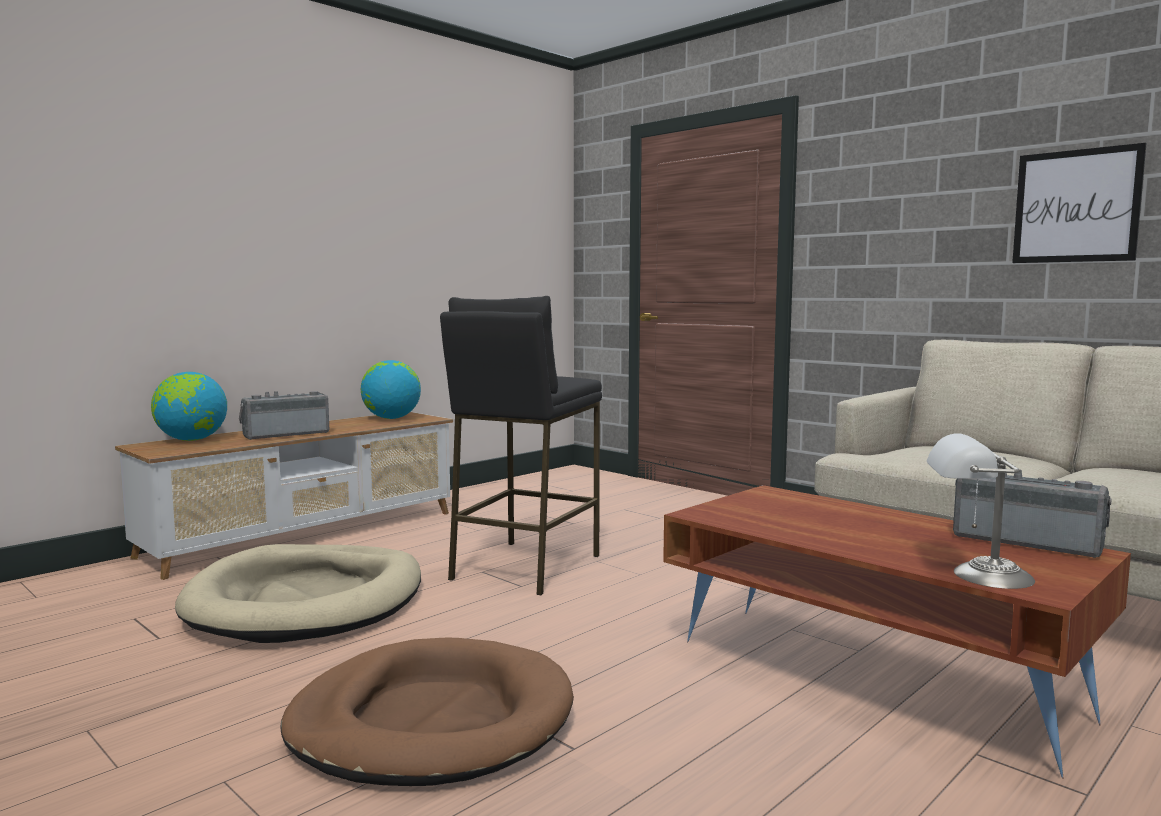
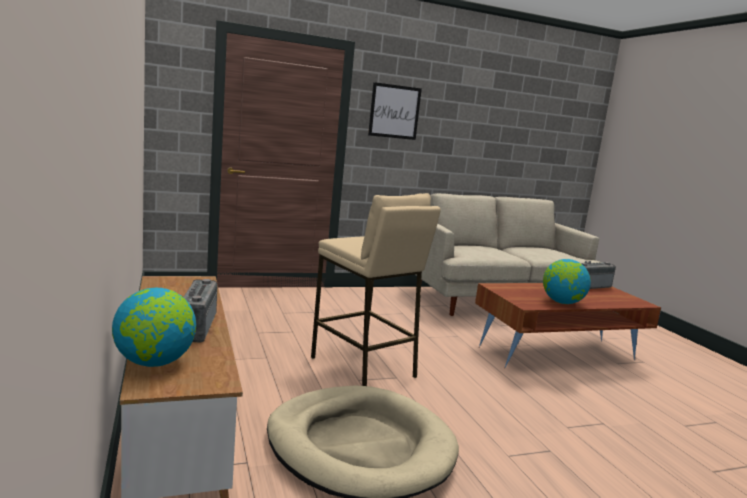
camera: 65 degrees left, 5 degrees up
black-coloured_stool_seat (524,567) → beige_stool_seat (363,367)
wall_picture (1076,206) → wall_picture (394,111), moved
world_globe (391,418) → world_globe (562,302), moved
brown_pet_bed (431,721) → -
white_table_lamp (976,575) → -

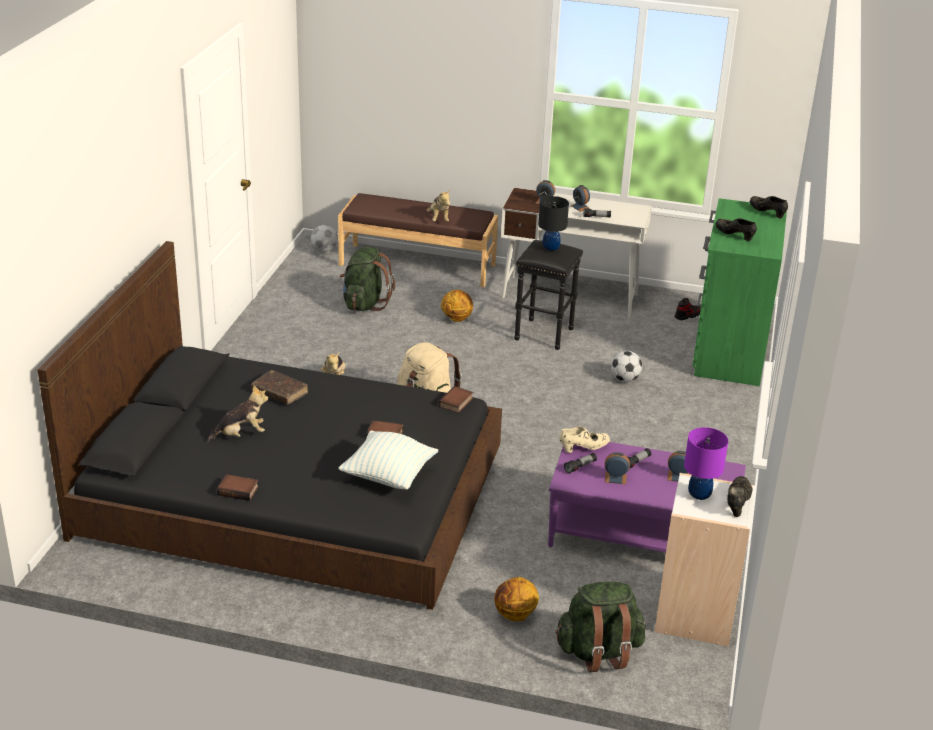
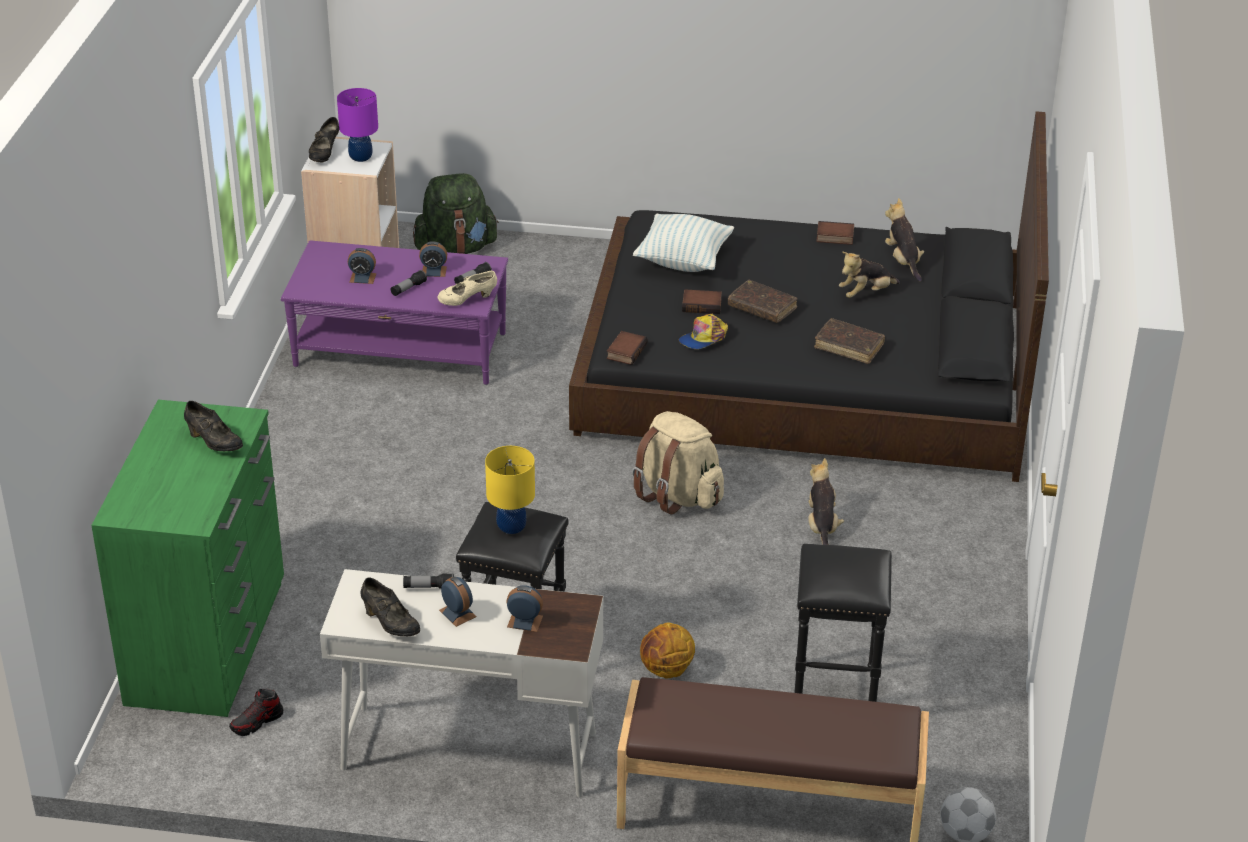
camera: 175 degrees right, 5 degrees up
black-coloured_low_shoe (767,213) → black-coloured_low_shoe (390,624), moved
black-coloured_table_lamp (551,248) → yellow_table_lamp (510,528)
- → cap (704,338)
- → brown_bound_book (762,308)
green-coloured_backpack (364,304) → black-coloured_stool_seat (832,689)
soft_toy (439,219) → soft_toy (903,261), moved
ball_for_basketball (515,615) → -
football_ball (624,379) → -

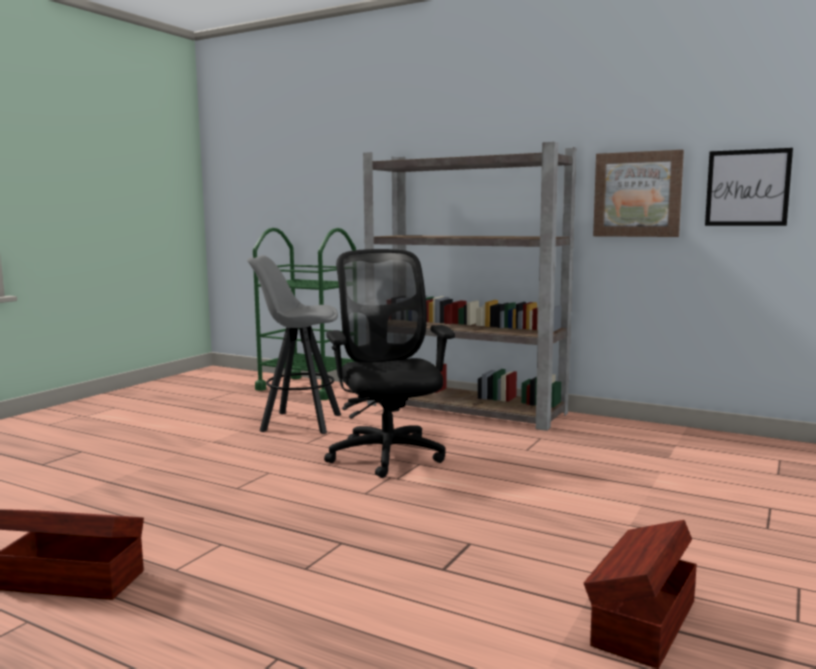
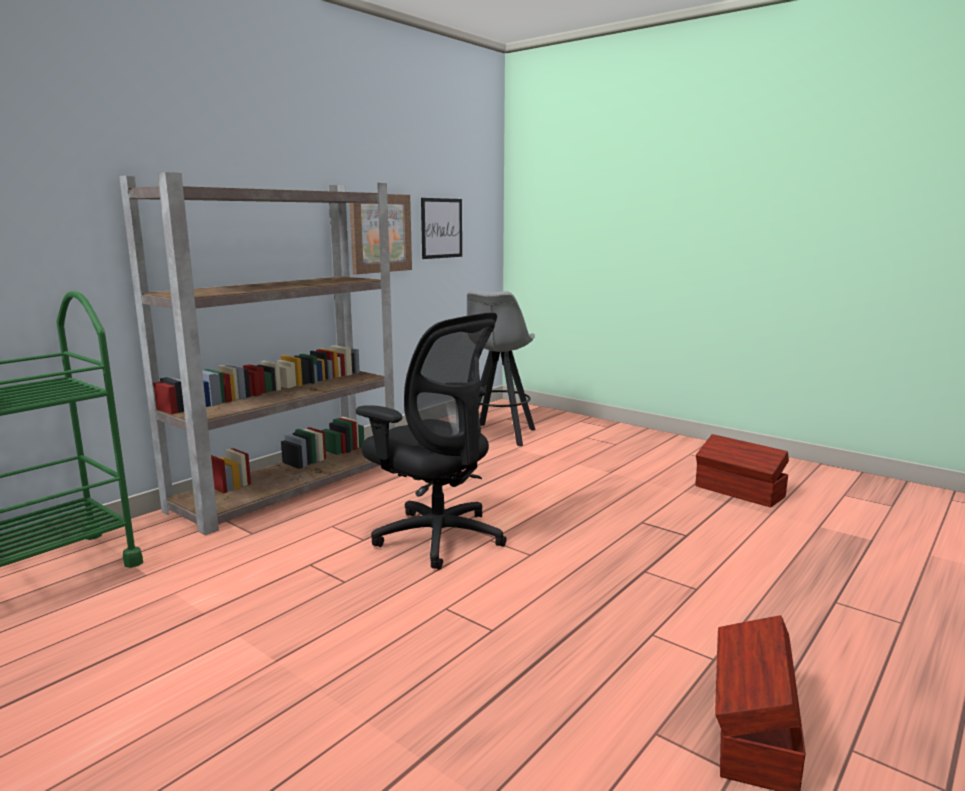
camera: 80 degrees left, 5 degrees up
black-coloured_computer_chair (389,458) → black-coloured_computer_chair (432,536), 135 degrees counterclockwise
grey_stool_seat (299,422) → grey_stool_seat (498,435), moved

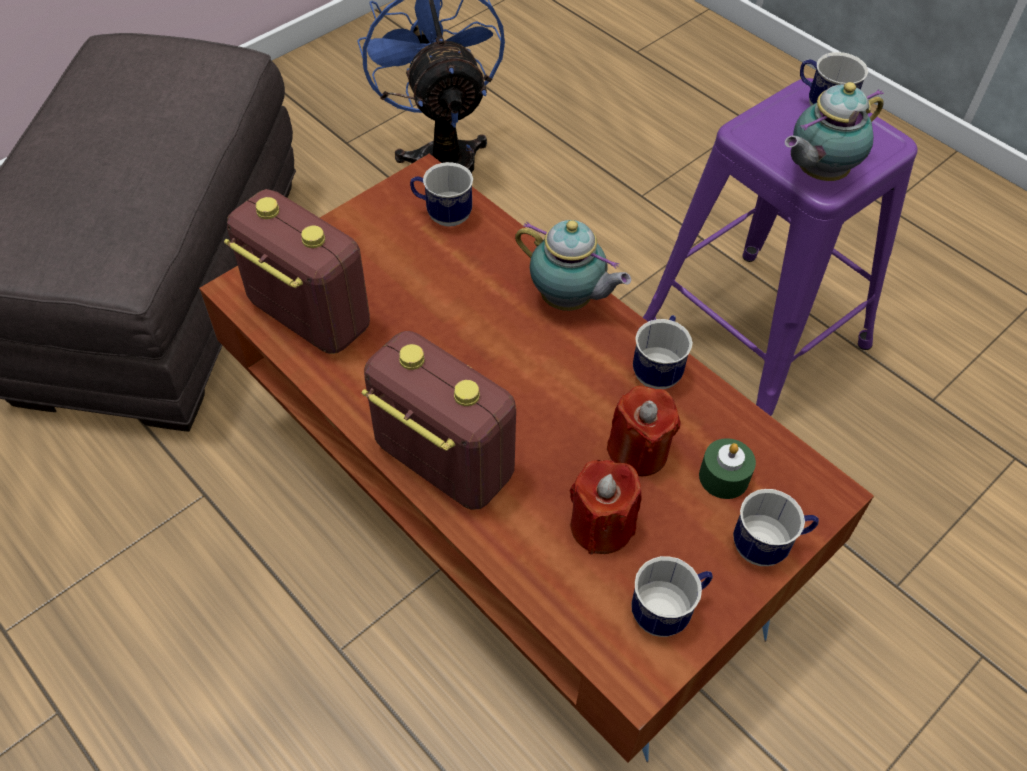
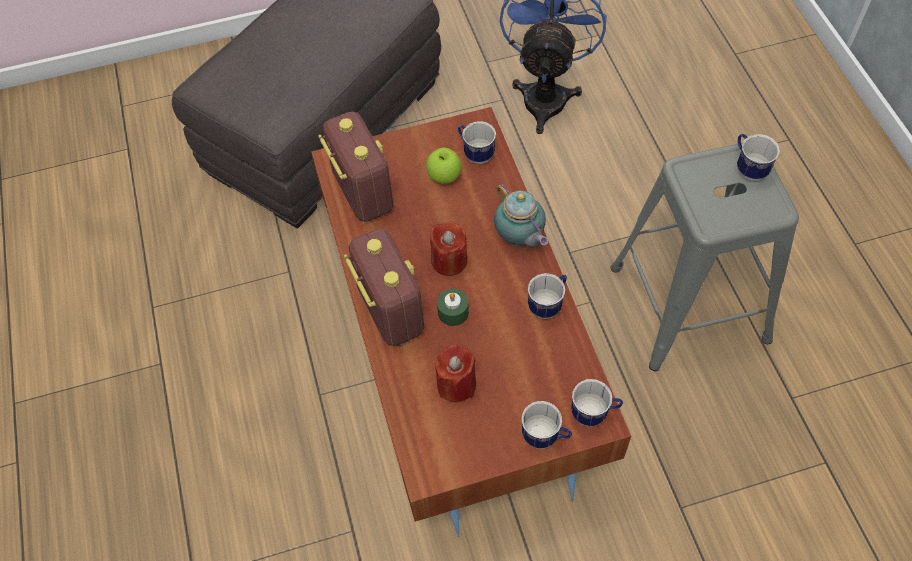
camera: 30 degrees right, 5 degrees up
- → apple (444,177)
red_wax_candle (638,451) → red_wax_candle (449,260), moved
green-coloured_wax_candle (723,477) → green-coloured_wax_candle (453,312), moved
tea_mug (667,611) → tea_mug (594,413), moved
purple_stool_seat (754,336) → grey_stool_seat (689,303)
teapot (817,173) → -

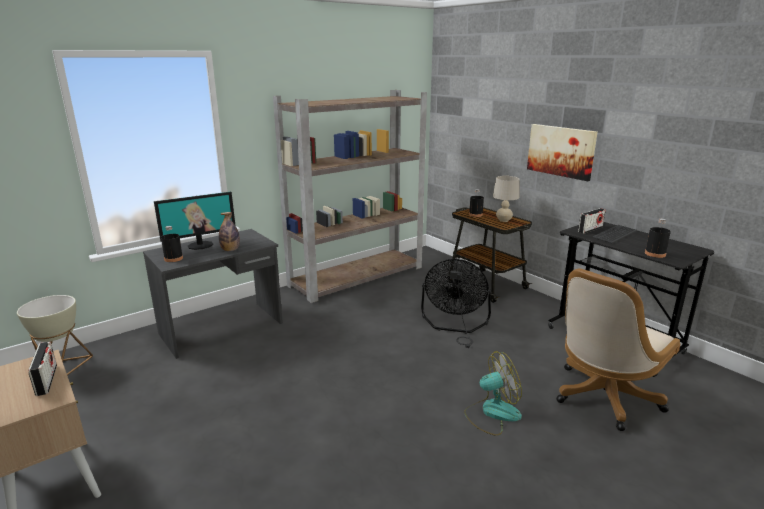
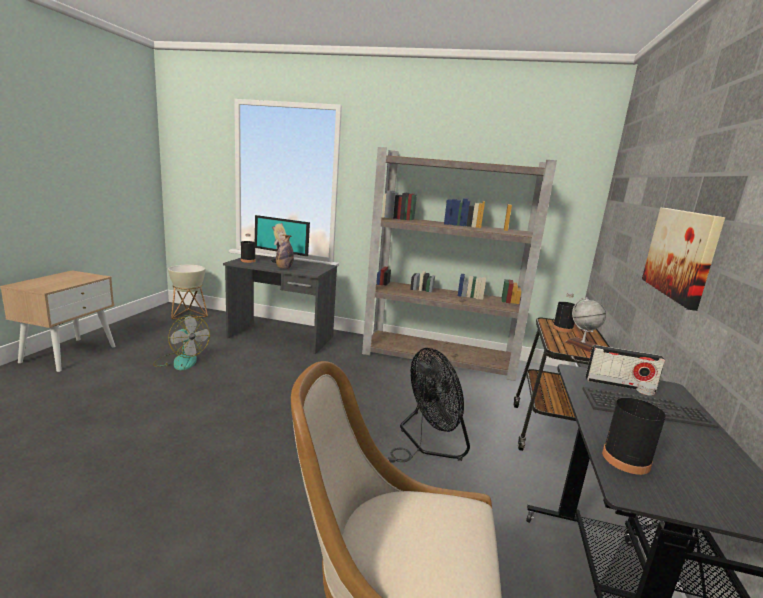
camera: 50 degrees right, 5 degrees down
fan (492,413) → fan (181,360), moved
beige_table_lamp (503,220) → world_globe (582,345)
radio_receiver (46,380) → -

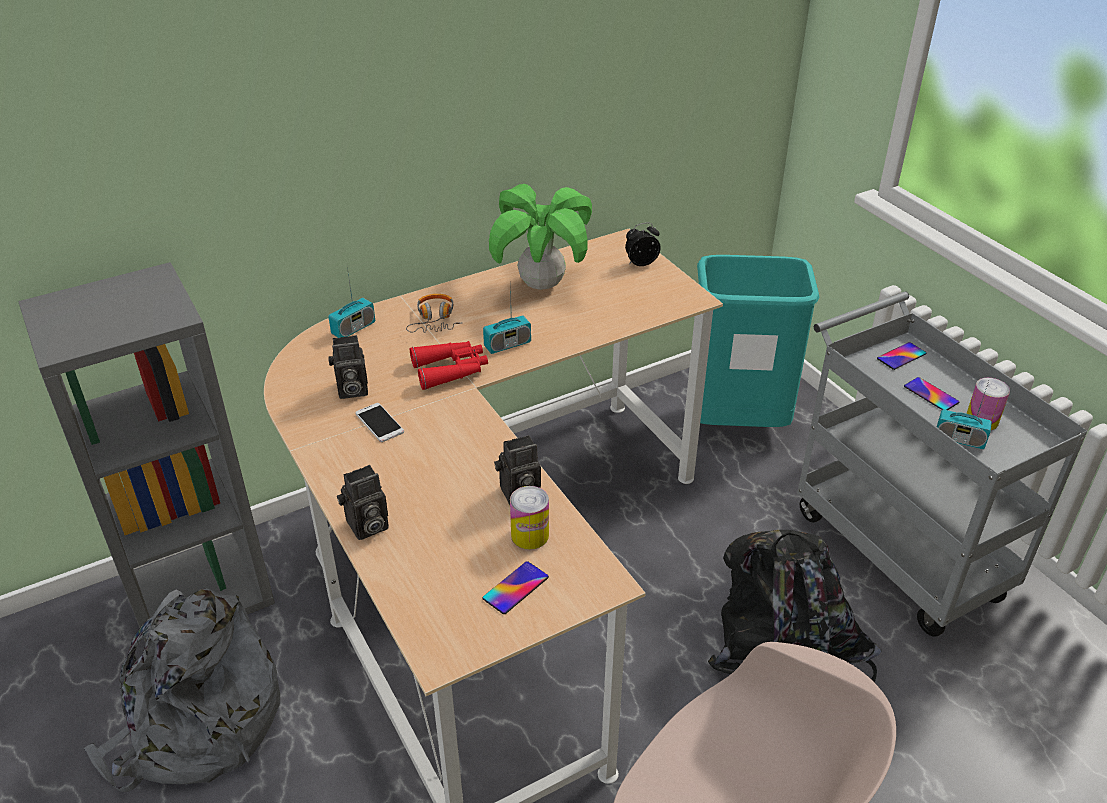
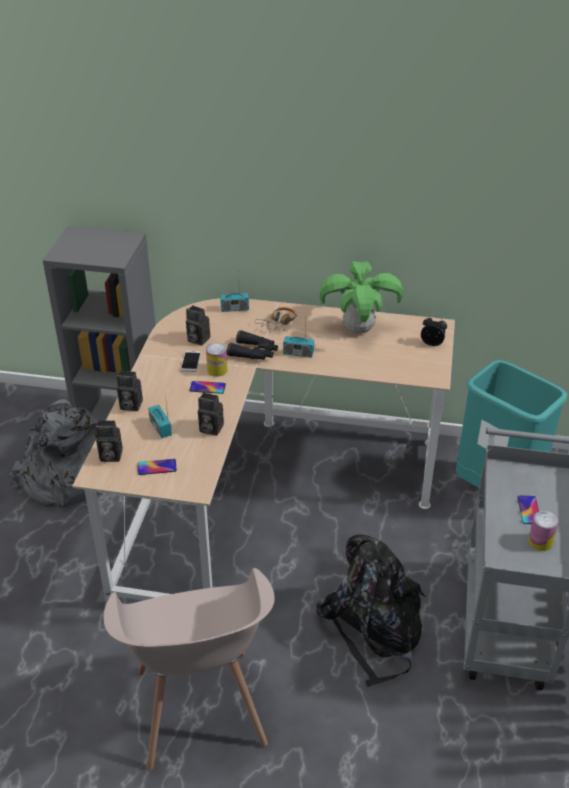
camera: 40 degrees right, 0 degrees up
- → photo_camera (109,456)
radio_receiver (959,439) → radio_receiver (160,428), moved
telephone (901,356) → telephone (207,387), moved
metal_can (530,535) → metal_can (217,370), moved
red_binoculars (451,370) → black-coloured_binoculars (254,352)

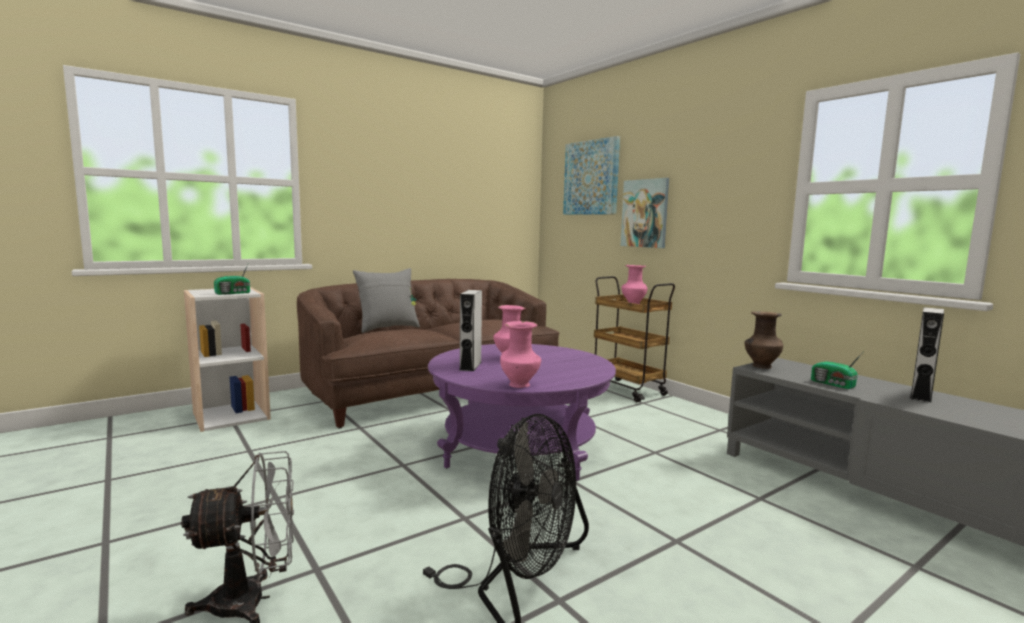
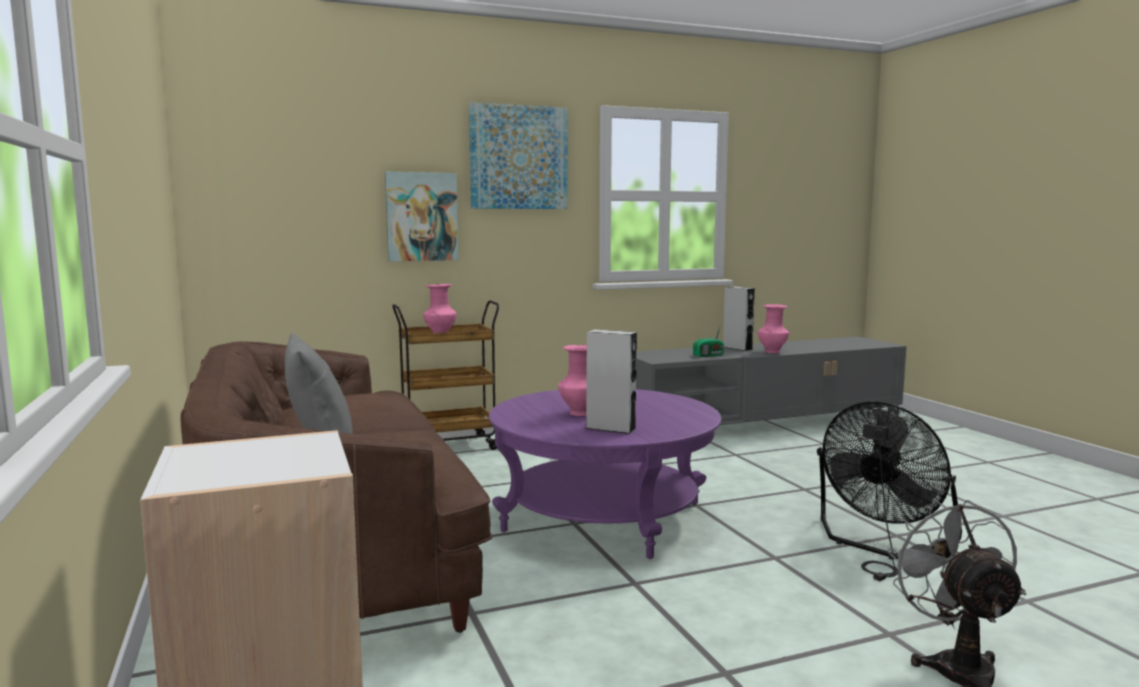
camera: 75 degrees left, 0 degrees up
wall_picture (591,178) → wall_picture (518,157), moved
pinkish_flower_vase (520,385) → pinkish_flower_vase (772,352), moved
radio_receiver (234,293) → -
brown_flower_vase (761,366) → -

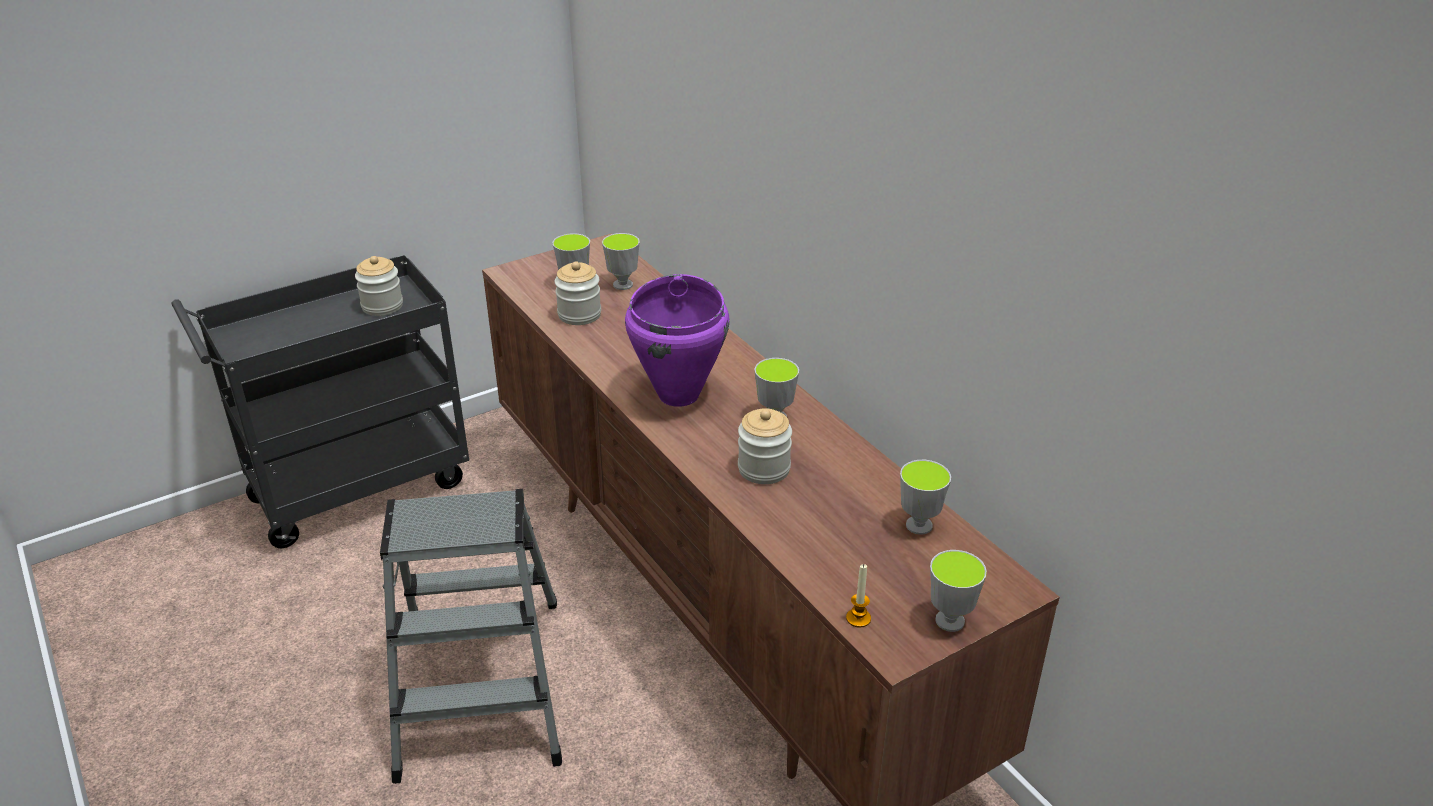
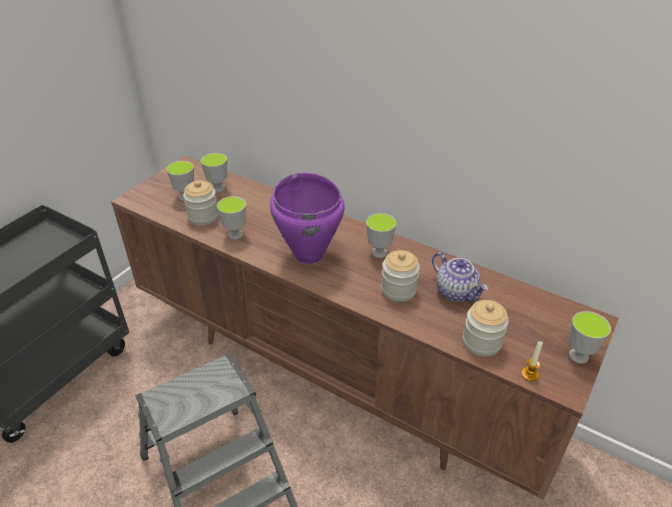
camera: 25 degrees left, 5 degrees up
small_cup (919,525) → small_cup (235,234), moved
- → teapot (456,292)
jar (382,306) → jar (481,342), moved

